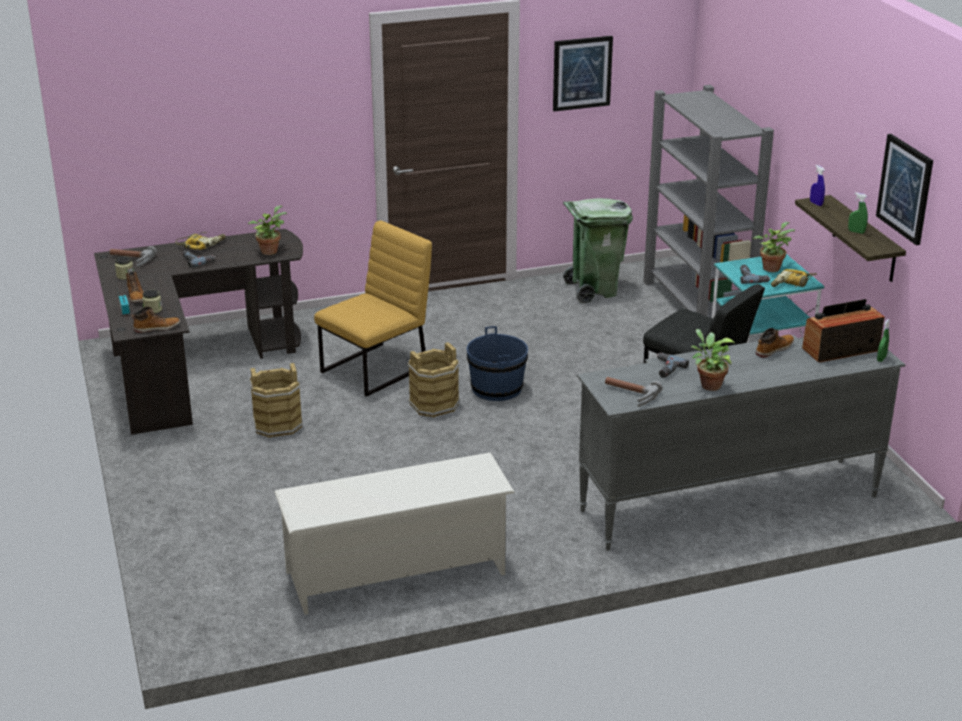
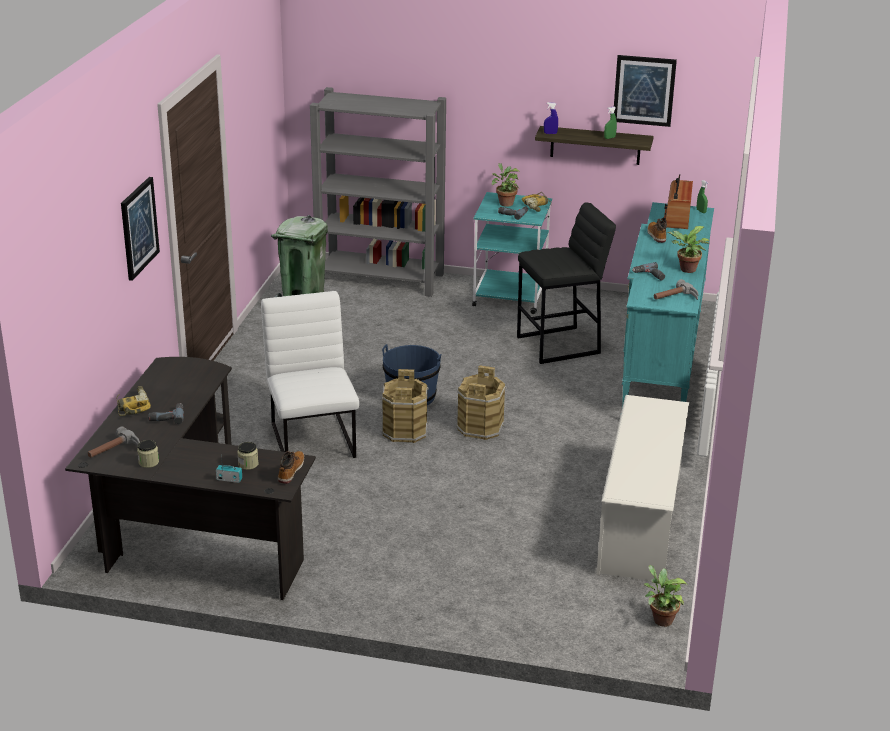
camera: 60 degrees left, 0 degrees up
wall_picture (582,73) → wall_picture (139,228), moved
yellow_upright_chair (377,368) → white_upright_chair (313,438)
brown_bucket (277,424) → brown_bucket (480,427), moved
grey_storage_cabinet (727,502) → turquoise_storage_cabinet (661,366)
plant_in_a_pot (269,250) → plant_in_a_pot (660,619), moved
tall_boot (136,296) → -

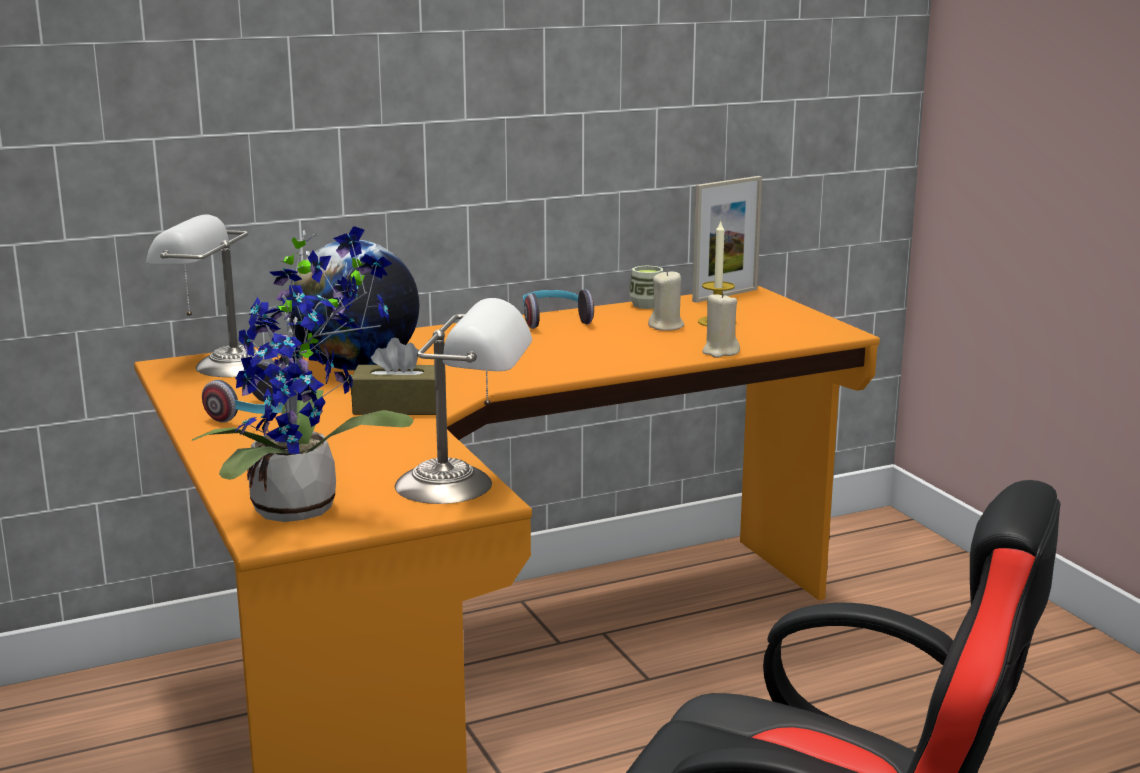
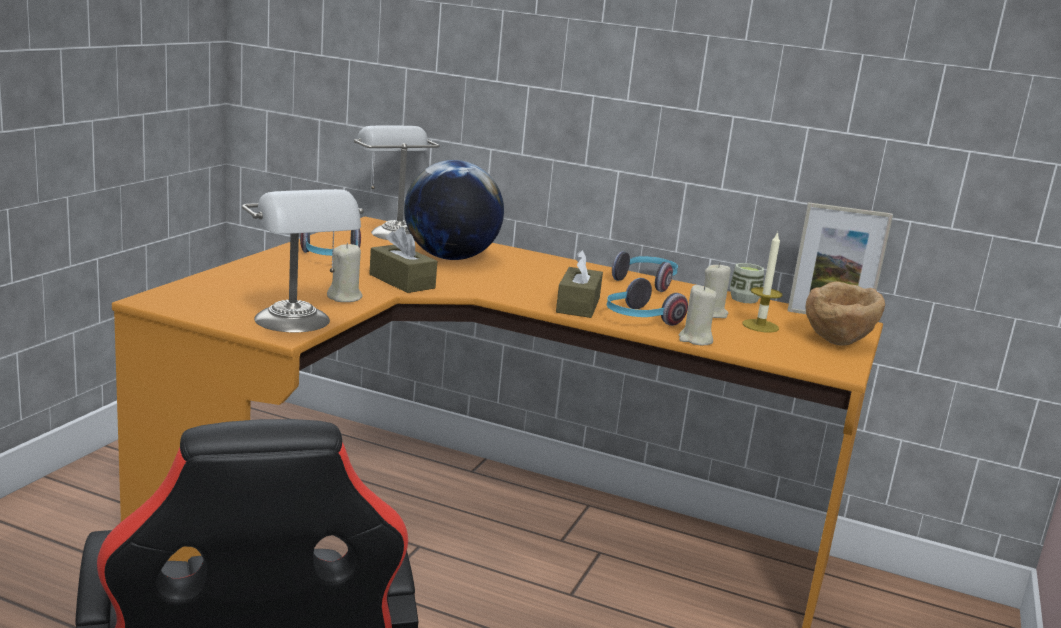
camera: 45 degrees right, 0 degrees up
- → beige_wax_candle (345,298)
- → brown_tissue_box (578,305)
- → headphones (639,319)
- → brown_deep_dish (837,343)
plant_in_a_pot (306,508) → -

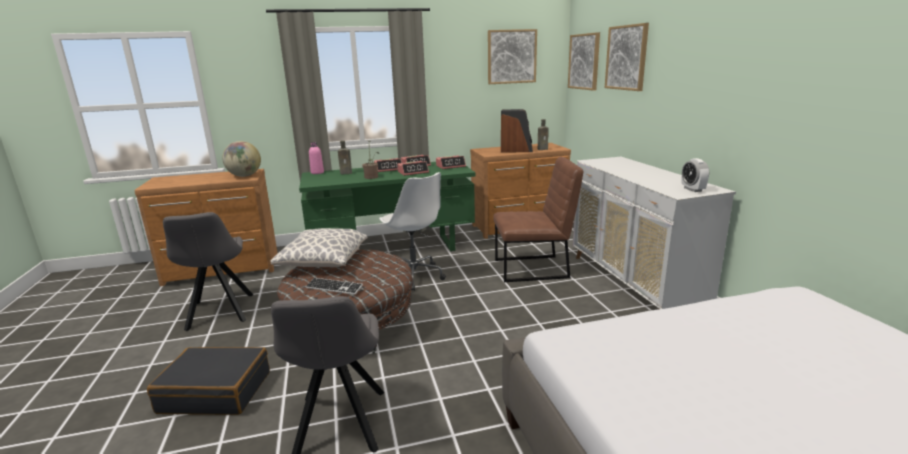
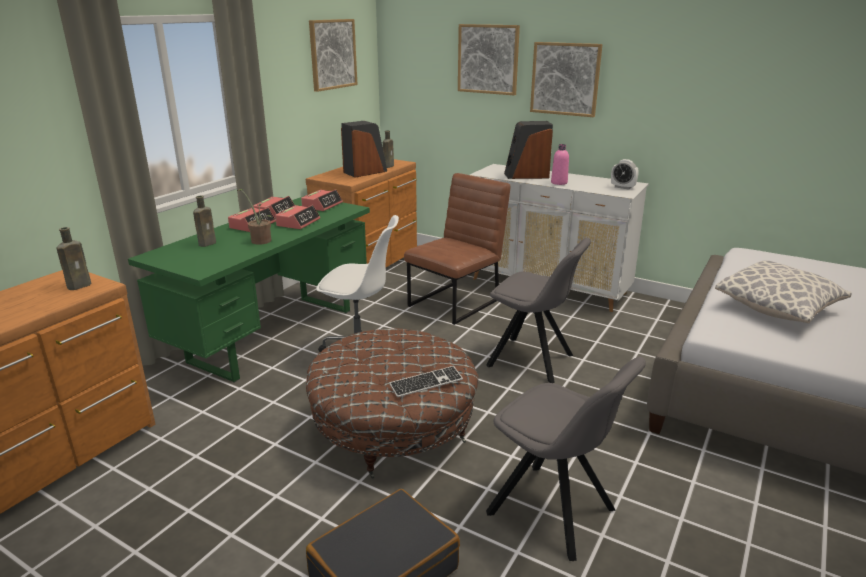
camera: 45 degrees left, 5 degrees up
world_globe (244,176) → brown_beverage_bottle (81,285)
grey_upright_chair (220,312) → grey_upright_chair (531,360), moved
- → speaker (526,175)
wall_picture (584,61) → wall_picture (565,79), moved
pinkish_beverage_bottle (317,172) → pinkish_beverage_bottle (559,183), moved
throw_pillow (323,262) → throw_pillow (777,309), moved

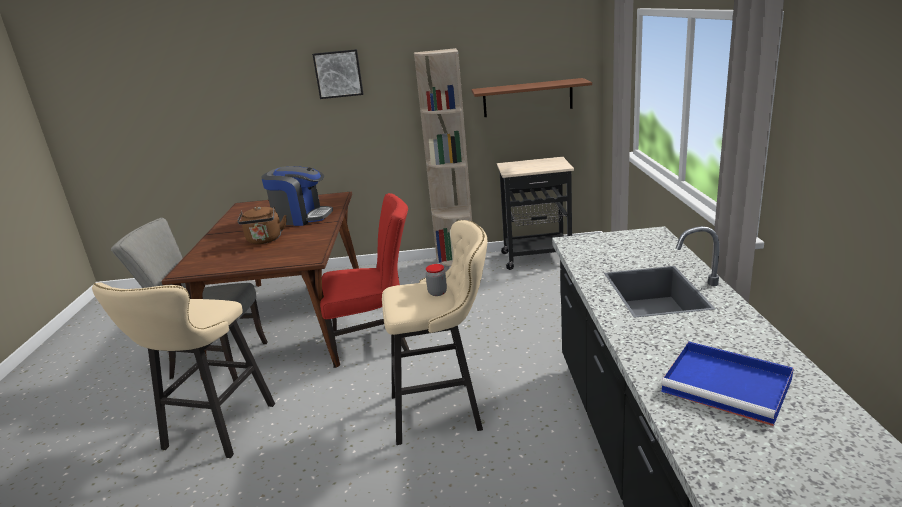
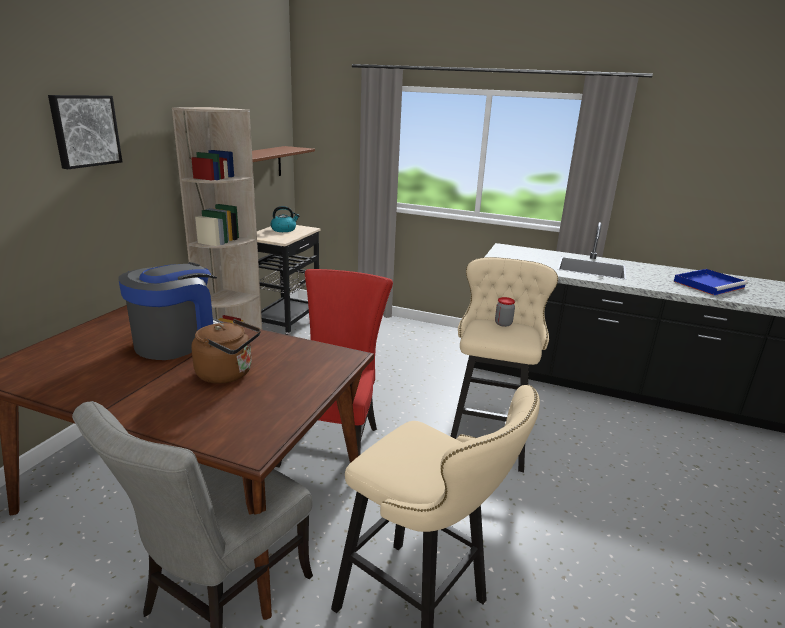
camera: 70 degrees left, 0 degrees up
- → water_kettle (284,229)

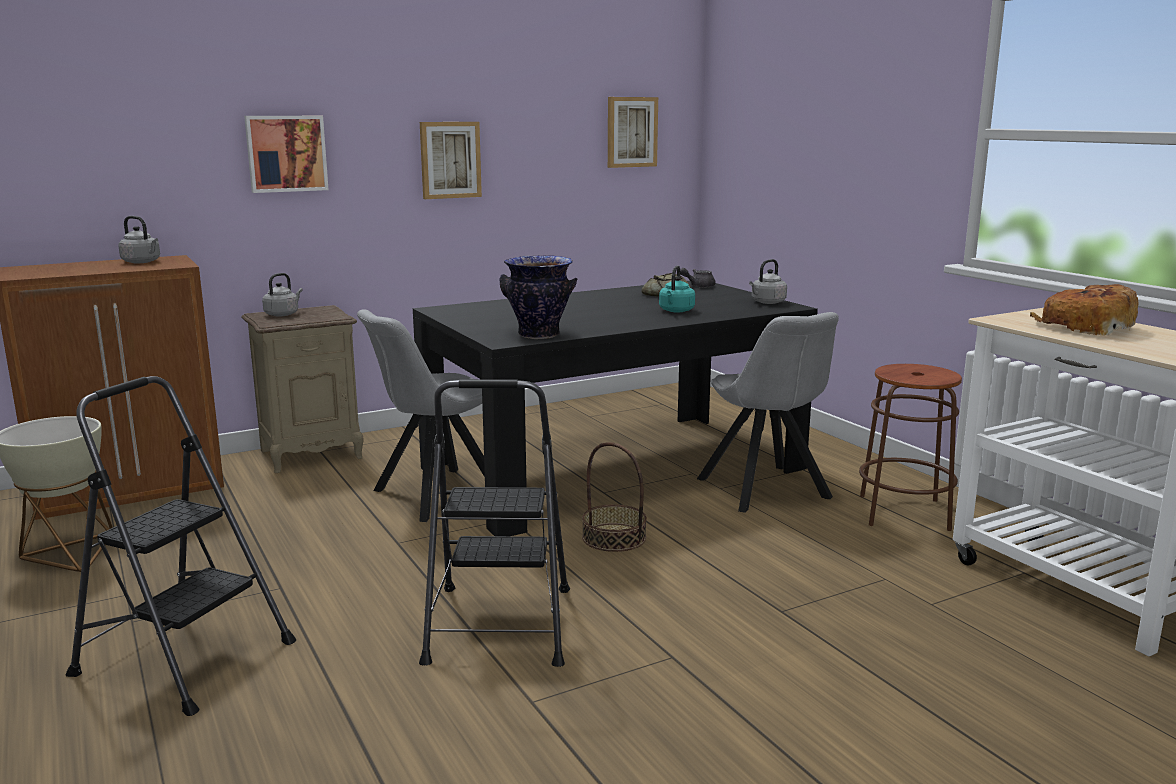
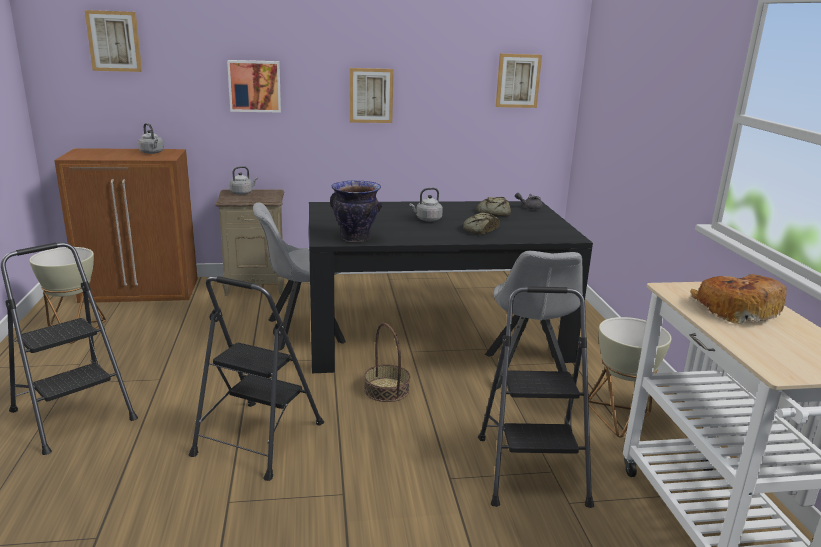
camera: 20 degrees right, 5 degrees up
- → wall_picture (114,41)
grey_water_kettle (767,302) → grey_water_kettle (427,219), moved
turquoise_water_kettle (676,311) → bakery_bread (480,229)
- → black-coloured_step_stool (531,466)
brown_stool_seat (904,512) → planter (619,417)

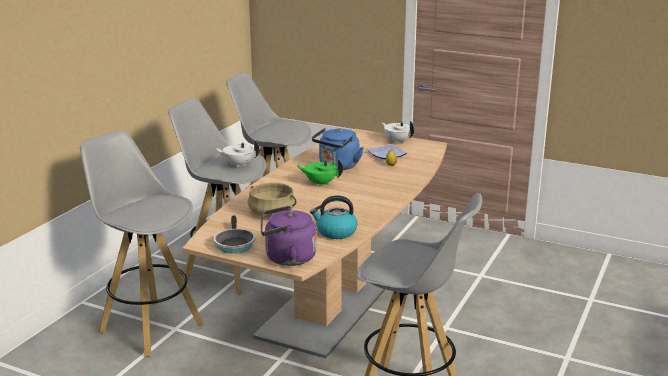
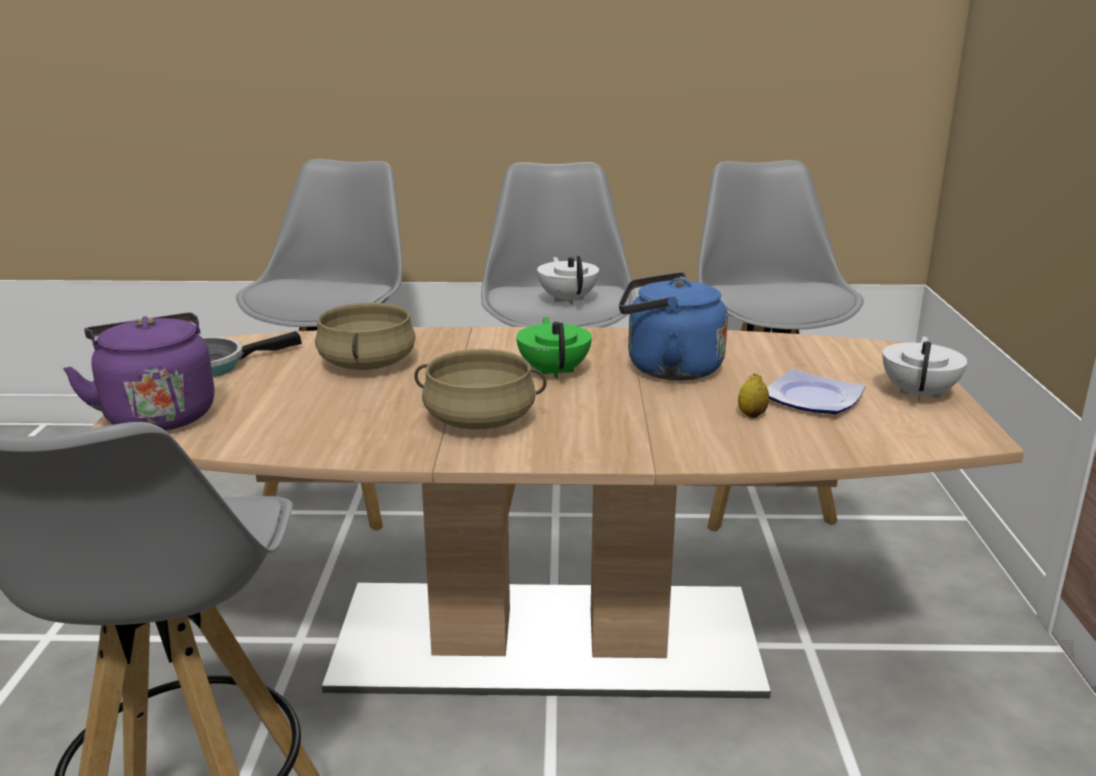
camera: 65 degrees right, 0 degrees up
- → beige_stockpot (480,420)
water_kettle (335,232) → -

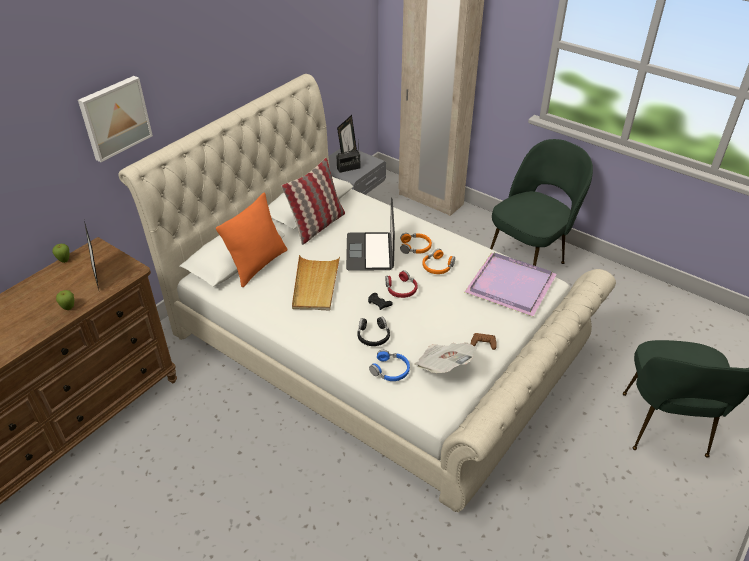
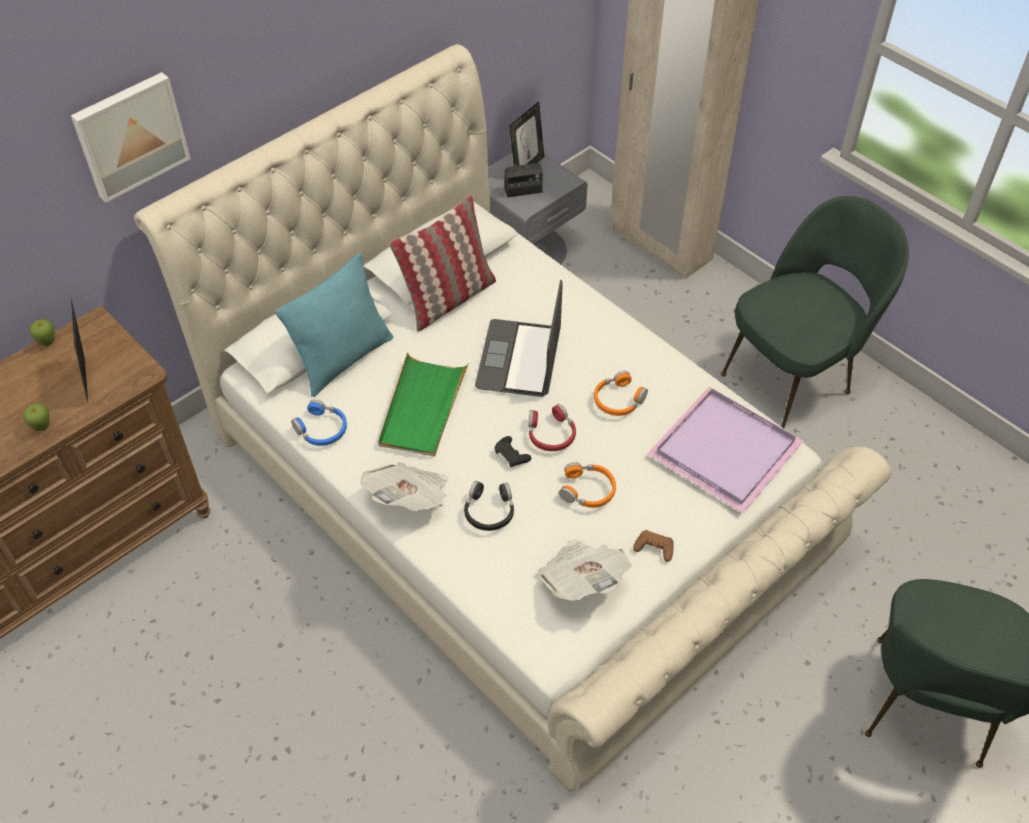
camera: 10 degrees right, 10 degrees up
orange-coloured_throw_pillow (258,265) → turquoise_throw_pillow (343,359)
blue-coloured_headphones (390,370) → blue-coloured_headphones (322,429), moved
- → daily_paper (410,499)
beige_carrying_tray (315,285) → green-coloured_carrying_tray (422,408)
orange-coloured_headphones (415,247) → orange-coloured_headphones (588,490), moved

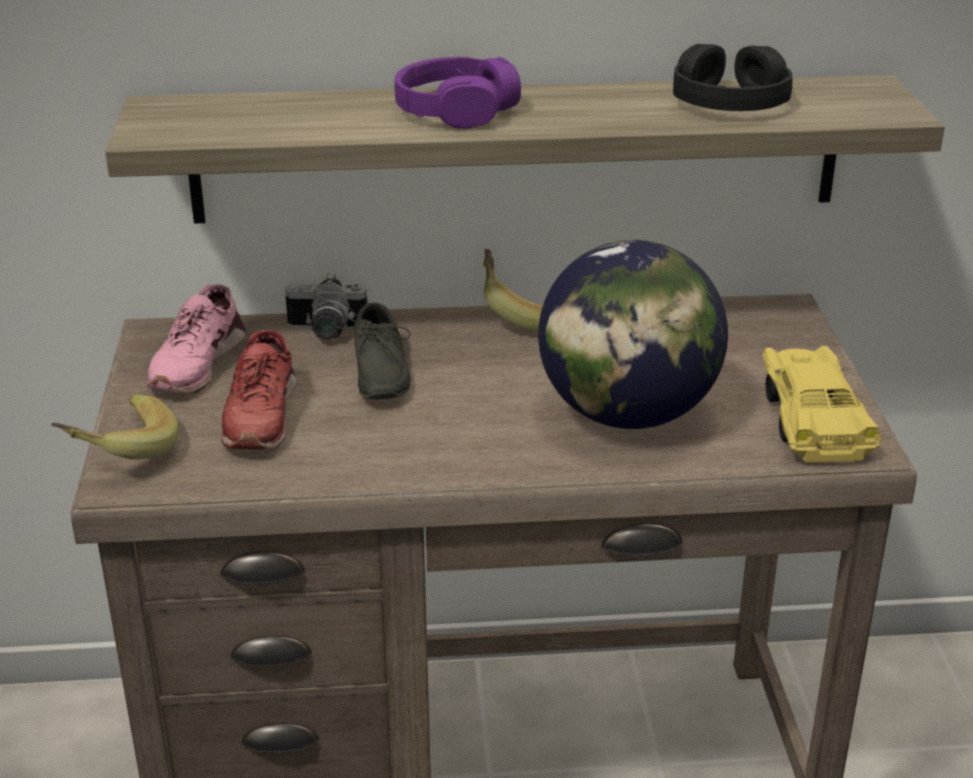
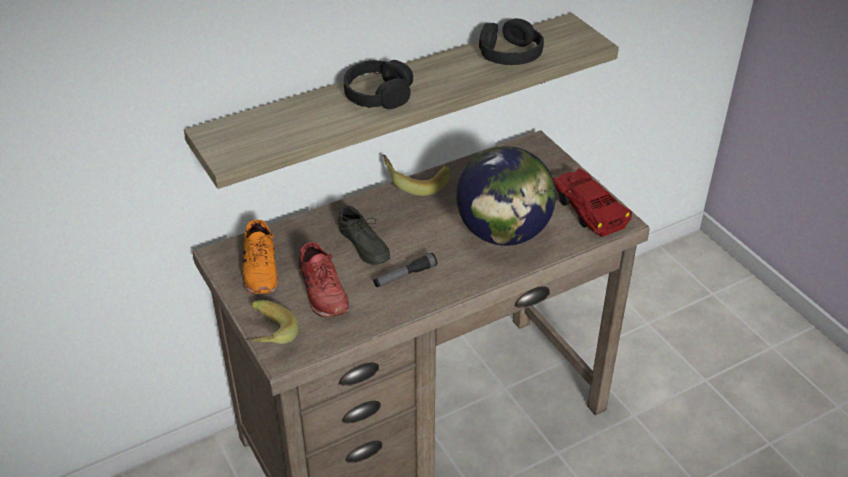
camera: 25 degrees left, 10 degrees up
pinkish_low_shoe (196,363) → orange-coloured_low_shoe (260,268)
purple_headphones (456,110) → black-coloured_headphones (378,94)
- → torch (405,276)
yellow_model_car (812,419) → red_model_car (588,209)
photo_camera (325,332) → -

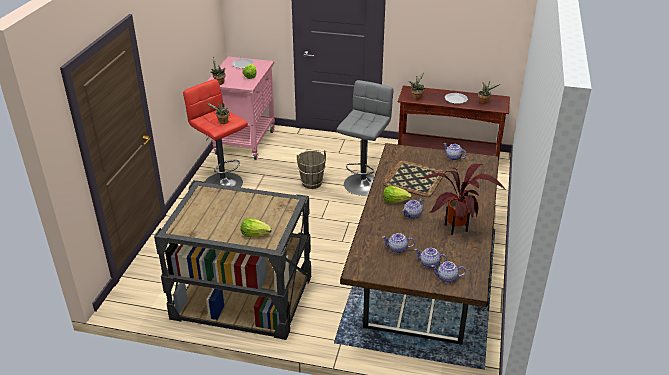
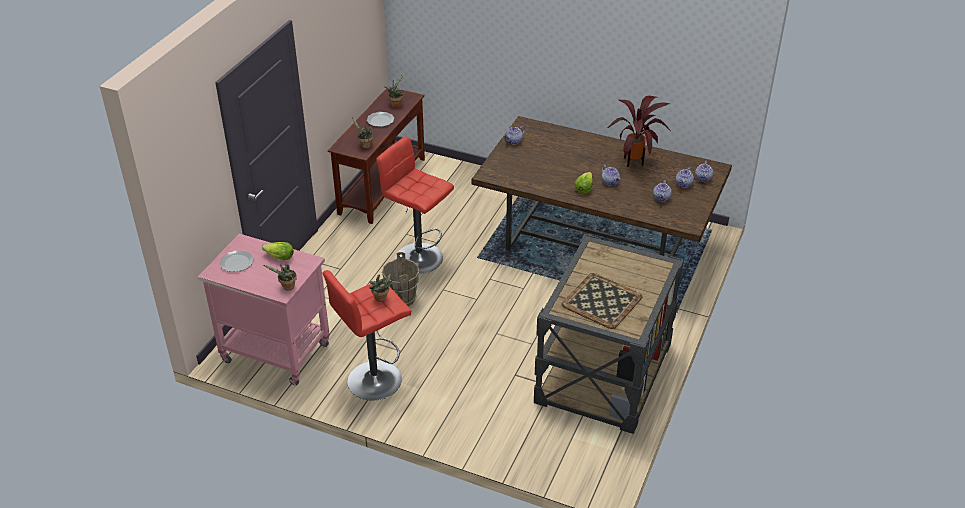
camera: 80 degrees left, 5 degrees up
grey_stool_seat (363,184) → red_stool_seat (419,258)
carrying_tray (414,179) → carrying_tray (602,301), moved
lettuce_head (255,234) → -

